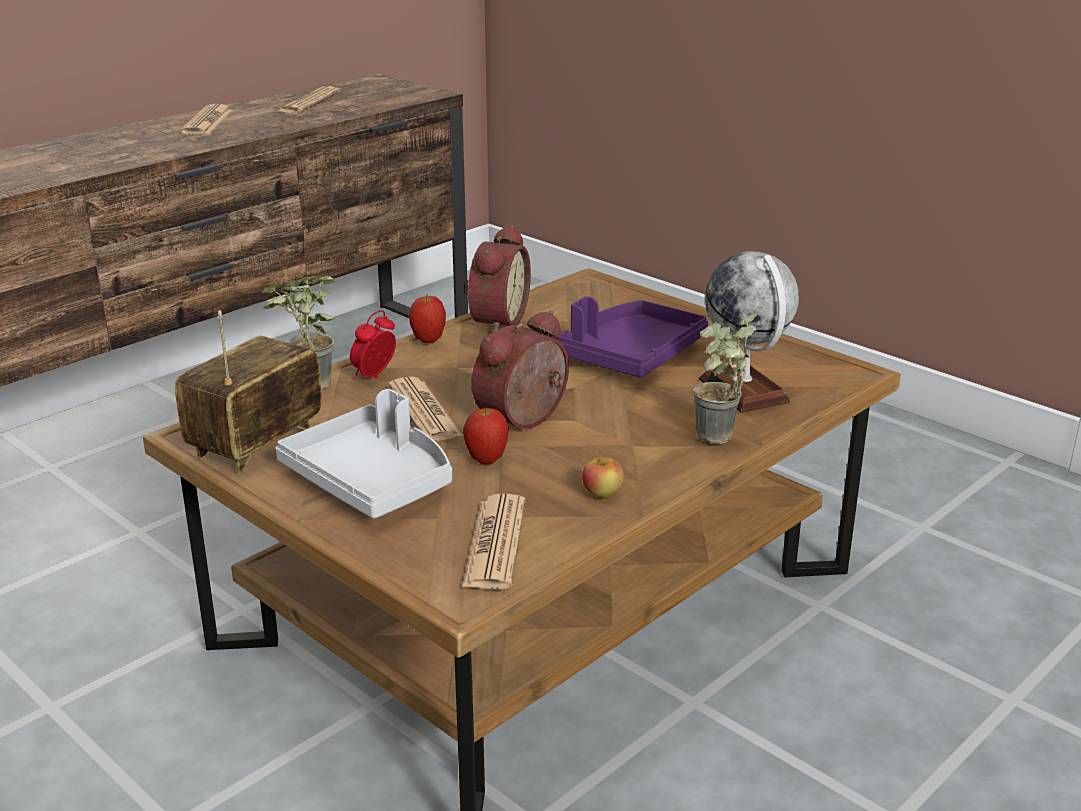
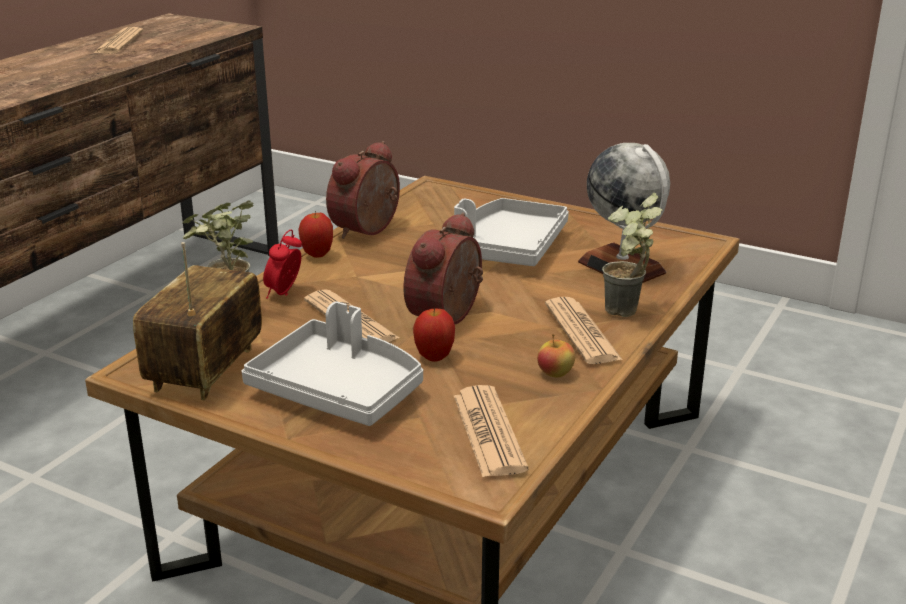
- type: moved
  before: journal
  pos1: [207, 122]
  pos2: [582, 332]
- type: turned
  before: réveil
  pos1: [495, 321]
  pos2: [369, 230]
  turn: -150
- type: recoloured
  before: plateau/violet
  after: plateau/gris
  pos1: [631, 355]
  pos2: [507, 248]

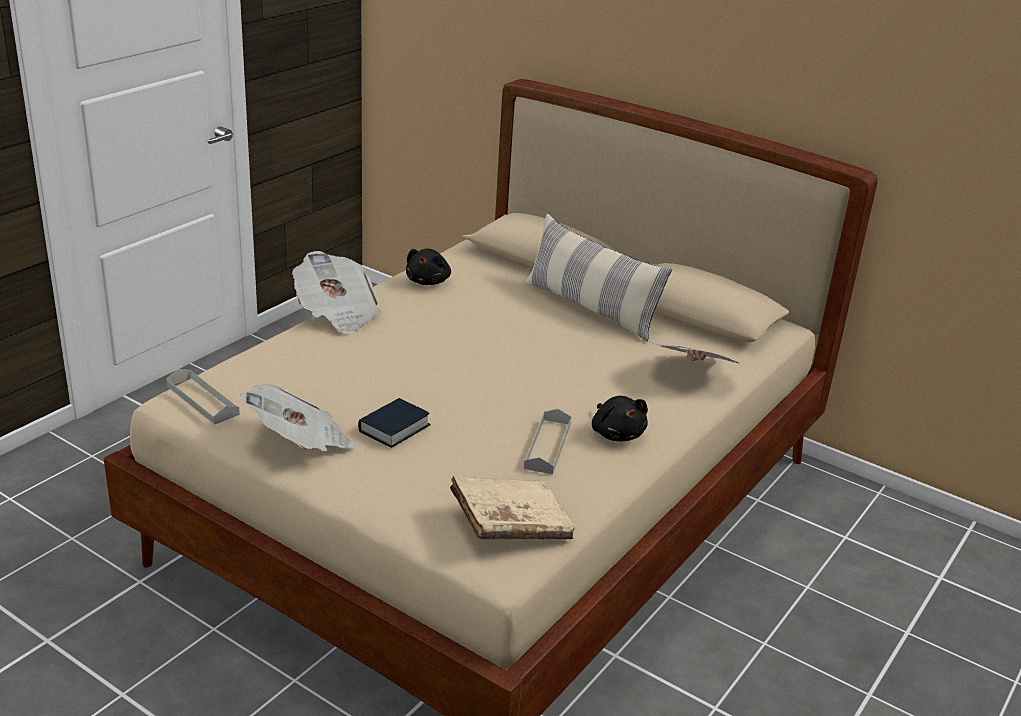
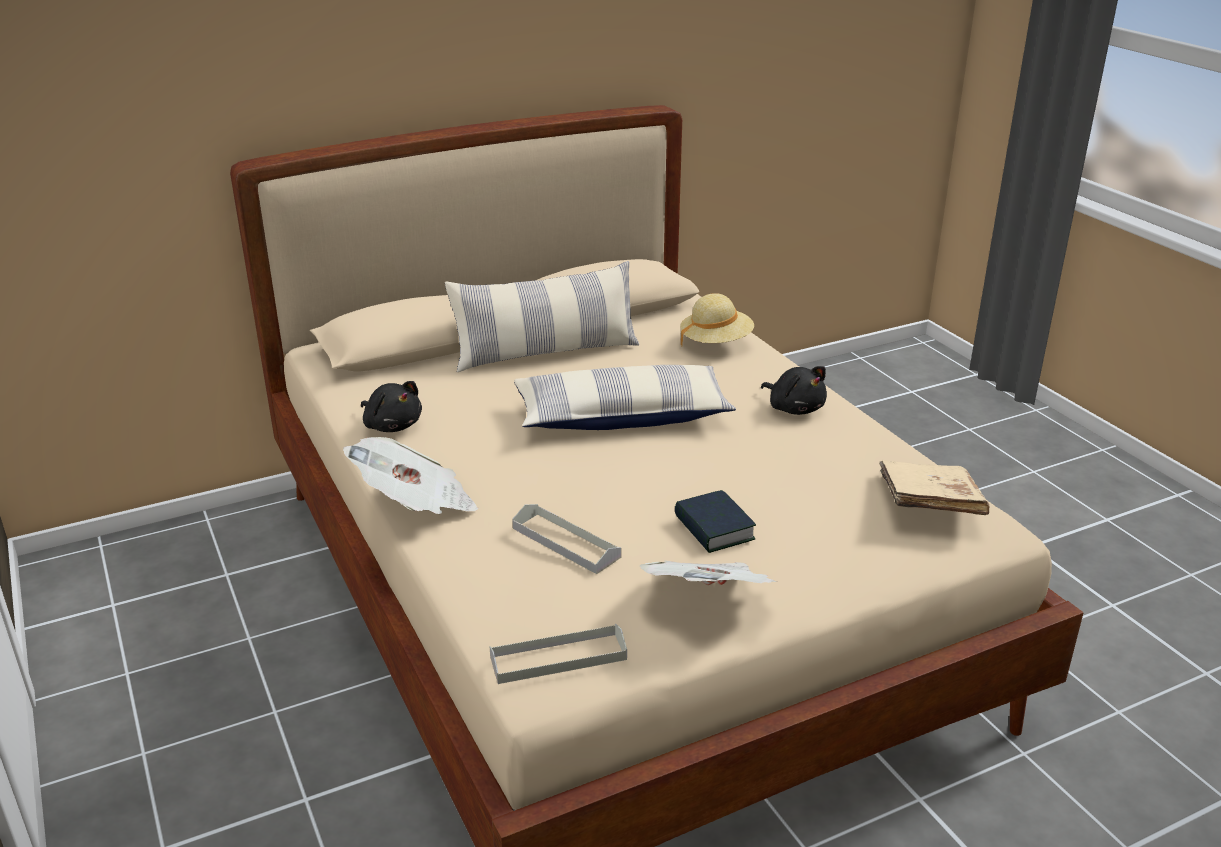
- type: replaced
  before: journal
  after: chapeau/beige
  pos1: [692, 374]
  pos2: [716, 342]
- type: turned
  before: peluche/noir
  pos1: [617, 433]
  pos2: [794, 408]
  turn: 45
- type: moved
  before: plateau/gris
  pos1: [547, 445]
  pos2: [566, 542]
- type: added
  after: coussin
  pos2: [622, 416]

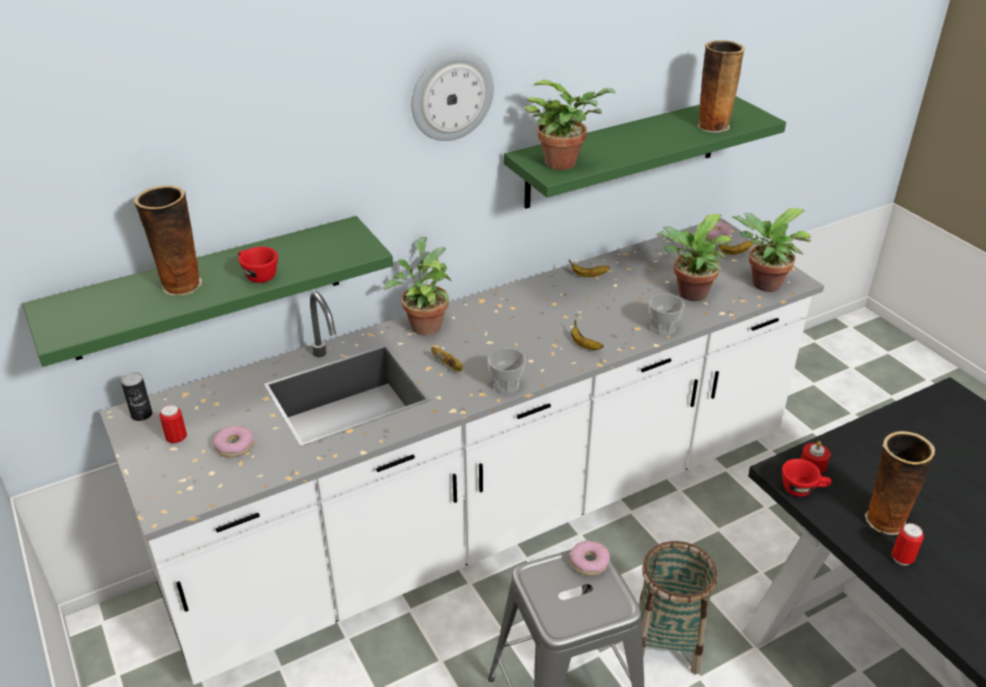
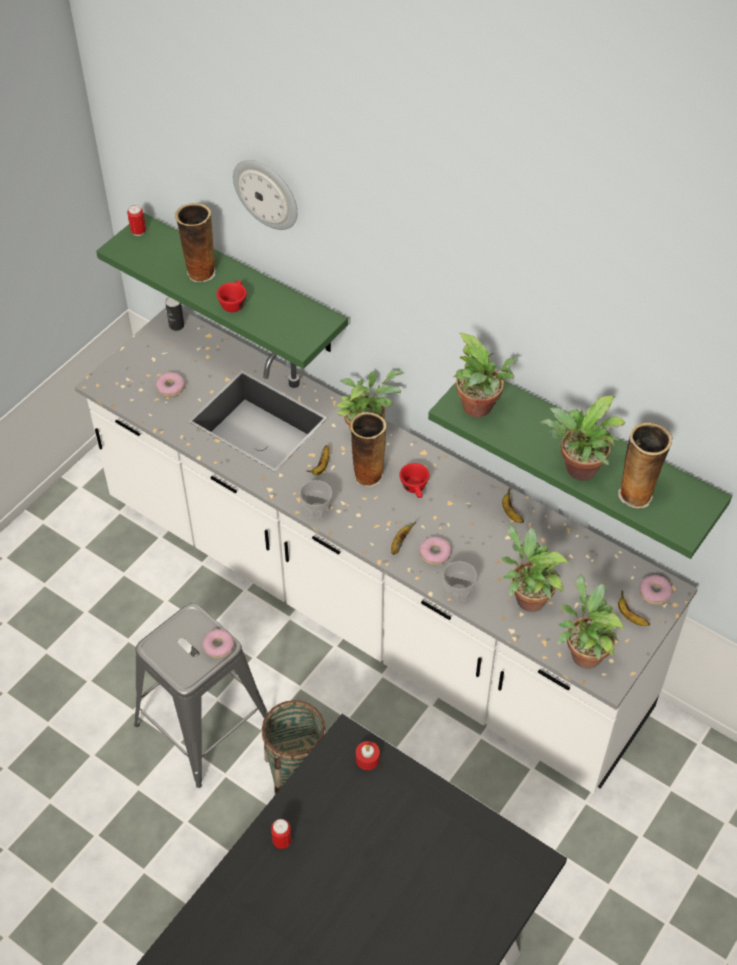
- type: moved
  before: horloge murale
  pos1: [451, 96]
  pos2: [266, 193]
- type: moved
  before: boîte métallique
  pos1: [177, 439]
  pos2: [138, 232]
- type: moved
  before: vase
  pos1: [883, 520]
  pos2: [367, 474]
- type: moved
  before: tasse/rouge
  pos1: [802, 489]
  pos2: [415, 489]
- type: added
  after: plante en pot
  pos2: [577, 471]
- type: added
  after: beignet
  pos2: [435, 554]

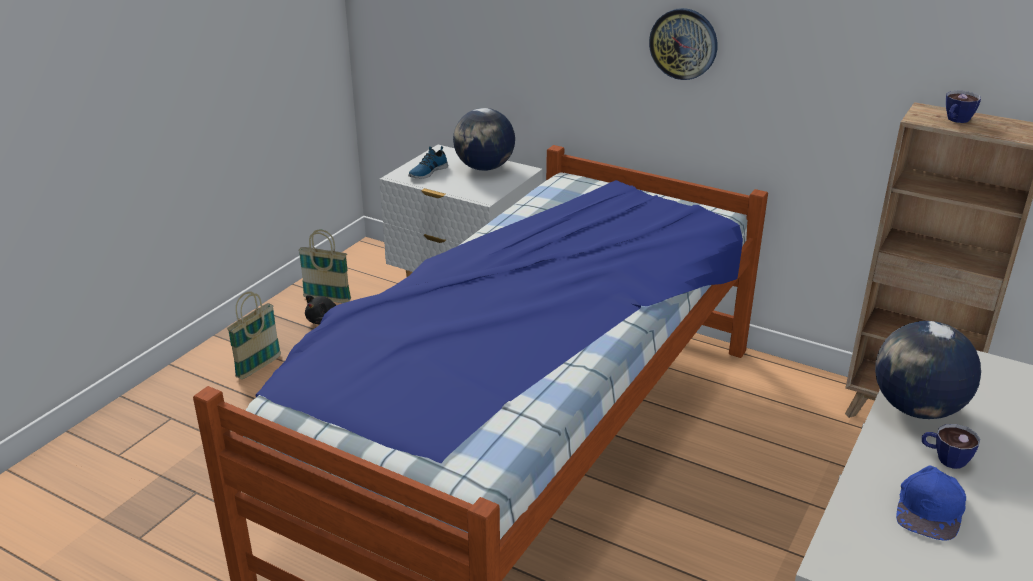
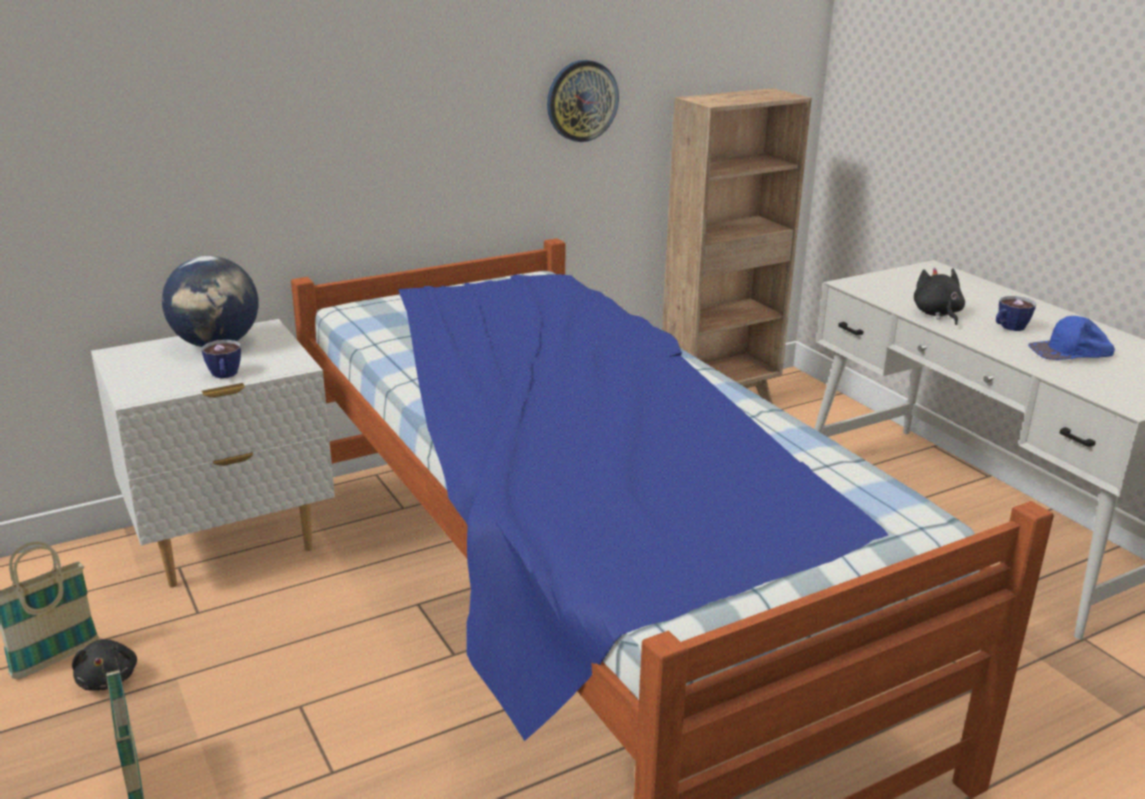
- type: moved
  before: horloge murale
  pos1: [683, 43]
  pos2: [581, 100]
- type: moved
  before: tasse
  pos1: [956, 120]
  pos2: [224, 376]
- type: removed
  before: chaussure
  pos1: [427, 172]
- type: replaced
  before: globe
  after: peluche/noir
  pos1: [916, 408]
  pos2: [937, 314]
- type: turned
  before: casquette/bleu
  pos1: [931, 508]
  pos2: [1070, 352]
  turn: 120

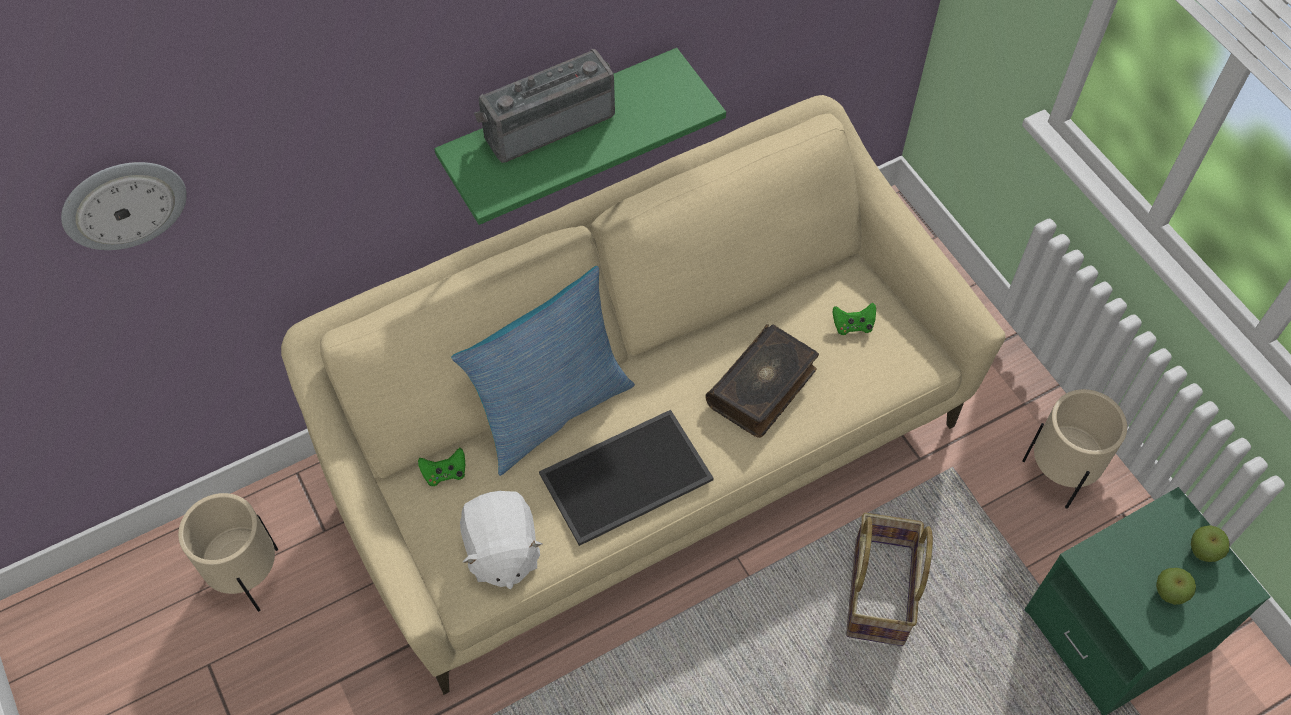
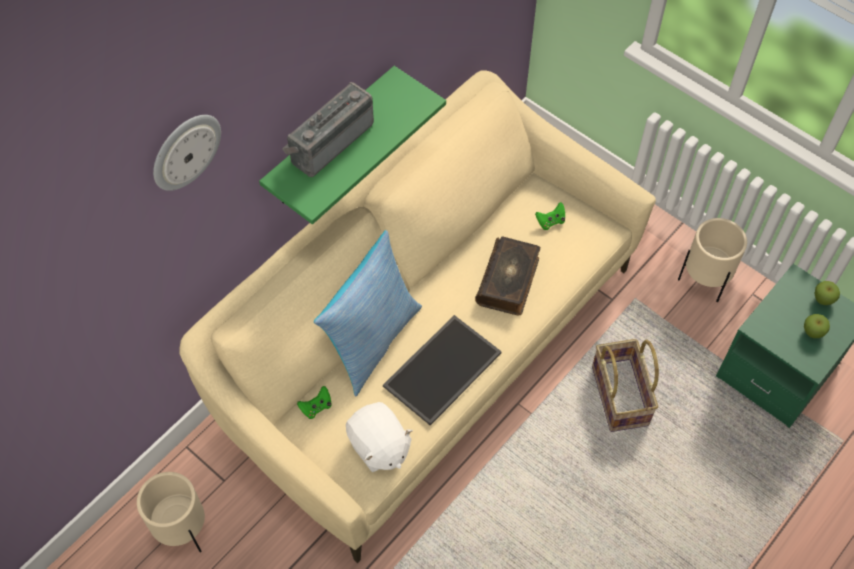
- type: moved
  before: horloge murale
  pos1: [123, 203]
  pos2: [185, 151]

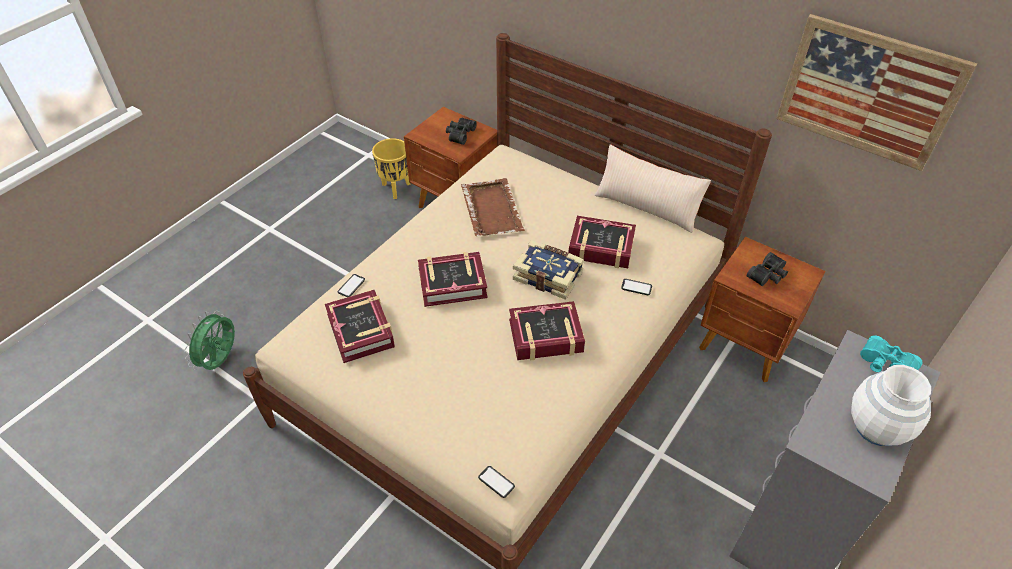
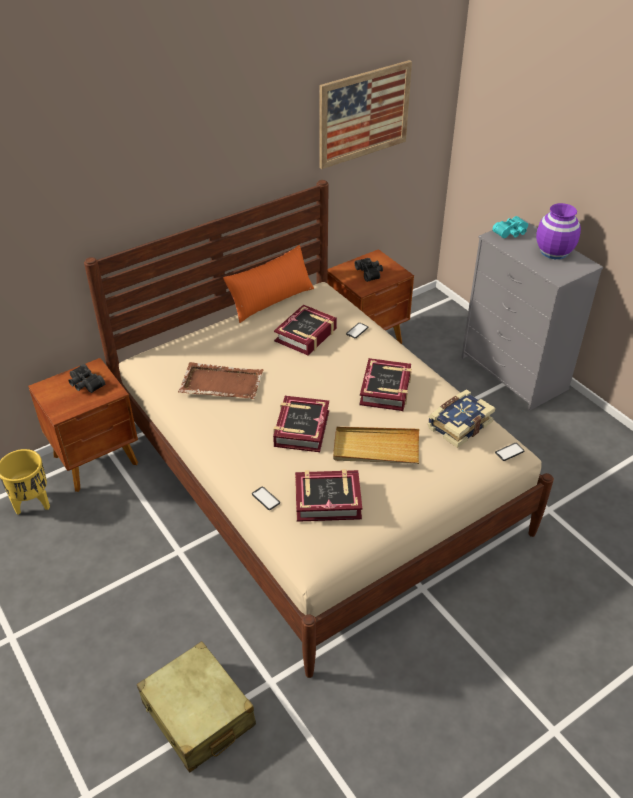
- type: recoloured
  before: coussin/beige
  after: coussin/orange
  pos1: [647, 206]
  pos2: [270, 300]
- type: moved
  before: livre
  pos1: [548, 276]
  pos2: [458, 424]
- type: replaced
  before: ventilateur/vert
  after: valise/beige
  pos1: [221, 360]
  pos2: [198, 714]
- type: recoloured
  before: vase/blanc
  after: vase/violet
  pos1: [877, 427]
  pos2: [554, 252]
- type: added
  after: plateau/beige
  pos2: [376, 448]

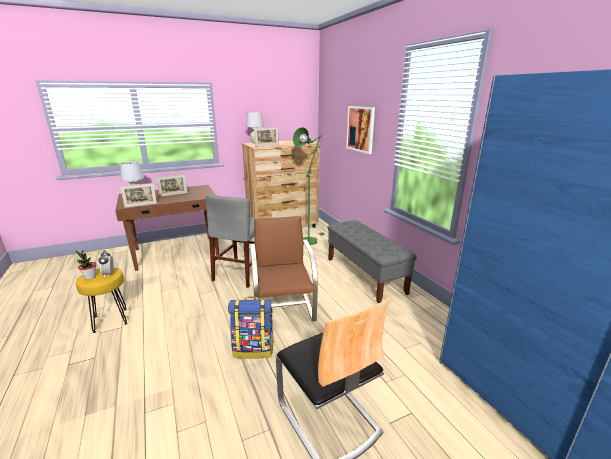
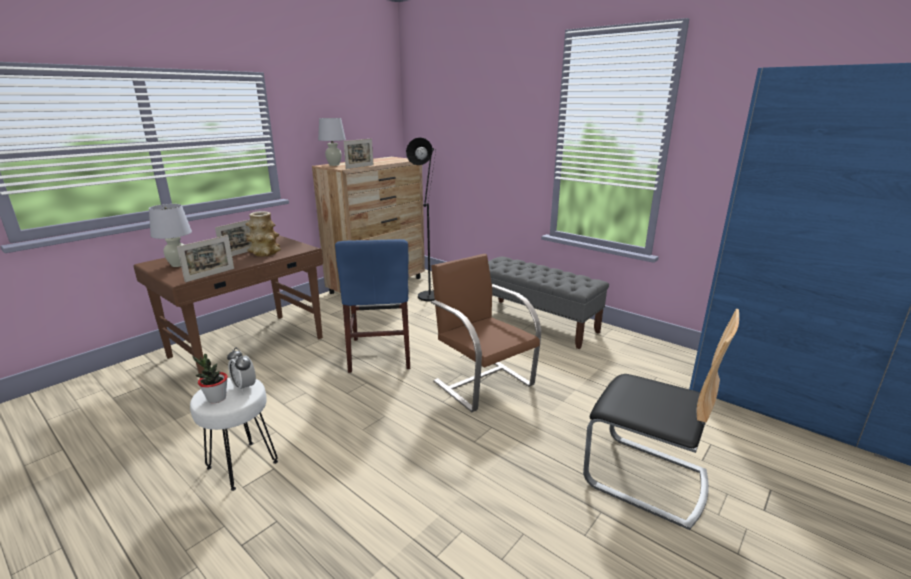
- type: removed
  before: tableau
  pos1: [360, 129]
- type: recoloured
  before: lampadaire/vert
  after: lampadaire/noir
  pos1: [310, 240]
  pos2: [430, 294]
- type: recoloured
  before: chaise/gris
  after: chaise/bleu
  pos1: [241, 273]
  pos2: [380, 353]
- type: recoloured
  before: tabouret/jaune
  after: tabouret/blanc
  pos1: [111, 320]
  pos2: [243, 464]
- type: removed
  before: sac à dos
  pos1: [254, 349]
- type: added
  after: vase
  pos2: [265, 253]

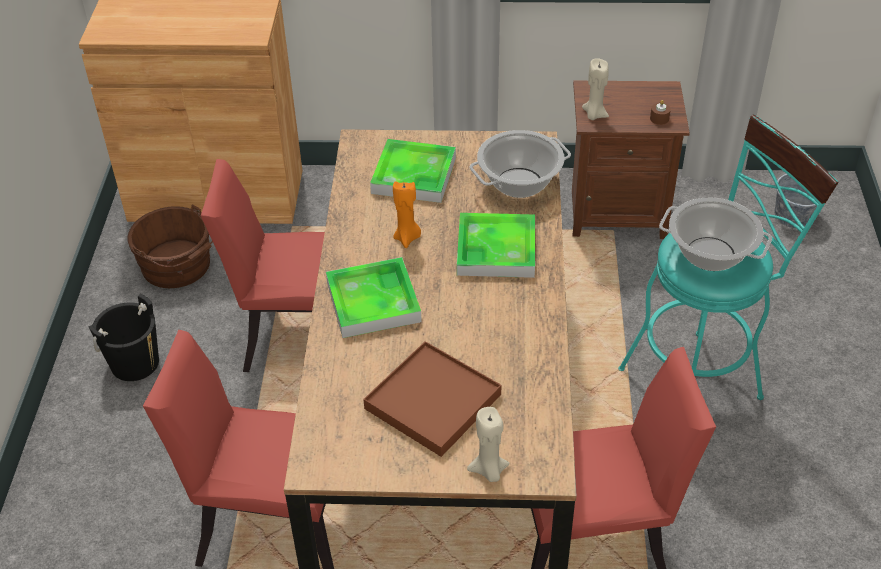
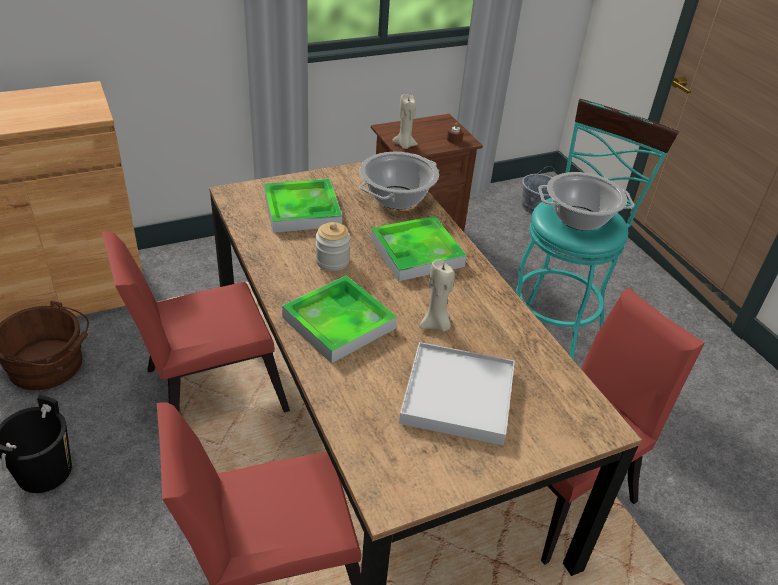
- type: replaced
  before: bougie/orange
  after: bocal
  pos1: [407, 238]
  pos2: [332, 261]
- type: recoloured
  before: plateau/marron
  after: plateau/blanc
  pos1: [433, 402]
  pos2: [458, 396]
- type: moved
  before: bougie/beige
  pos1: [489, 471]
  pos2: [436, 325]

